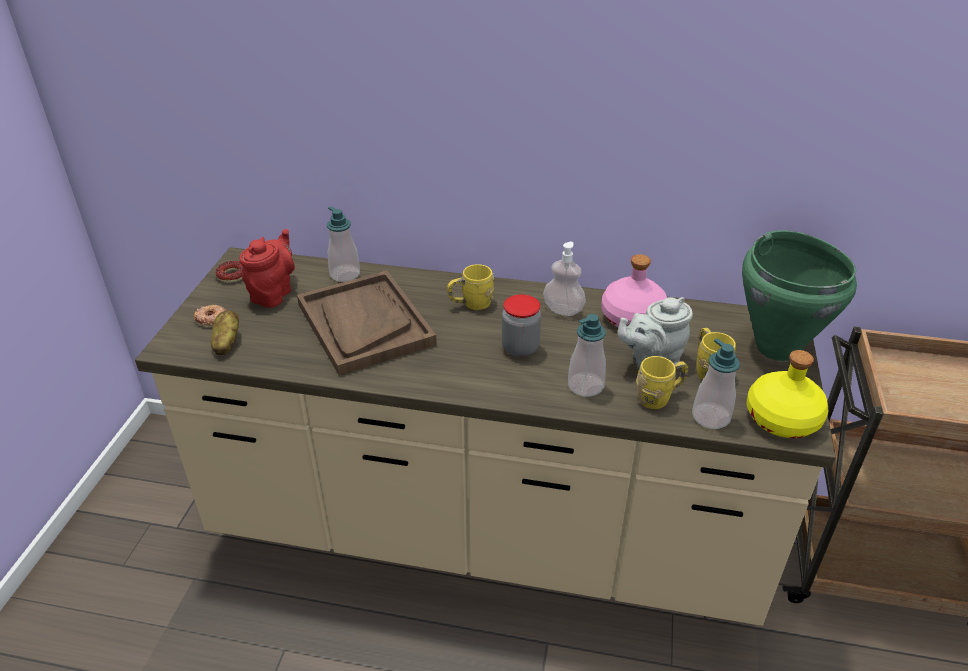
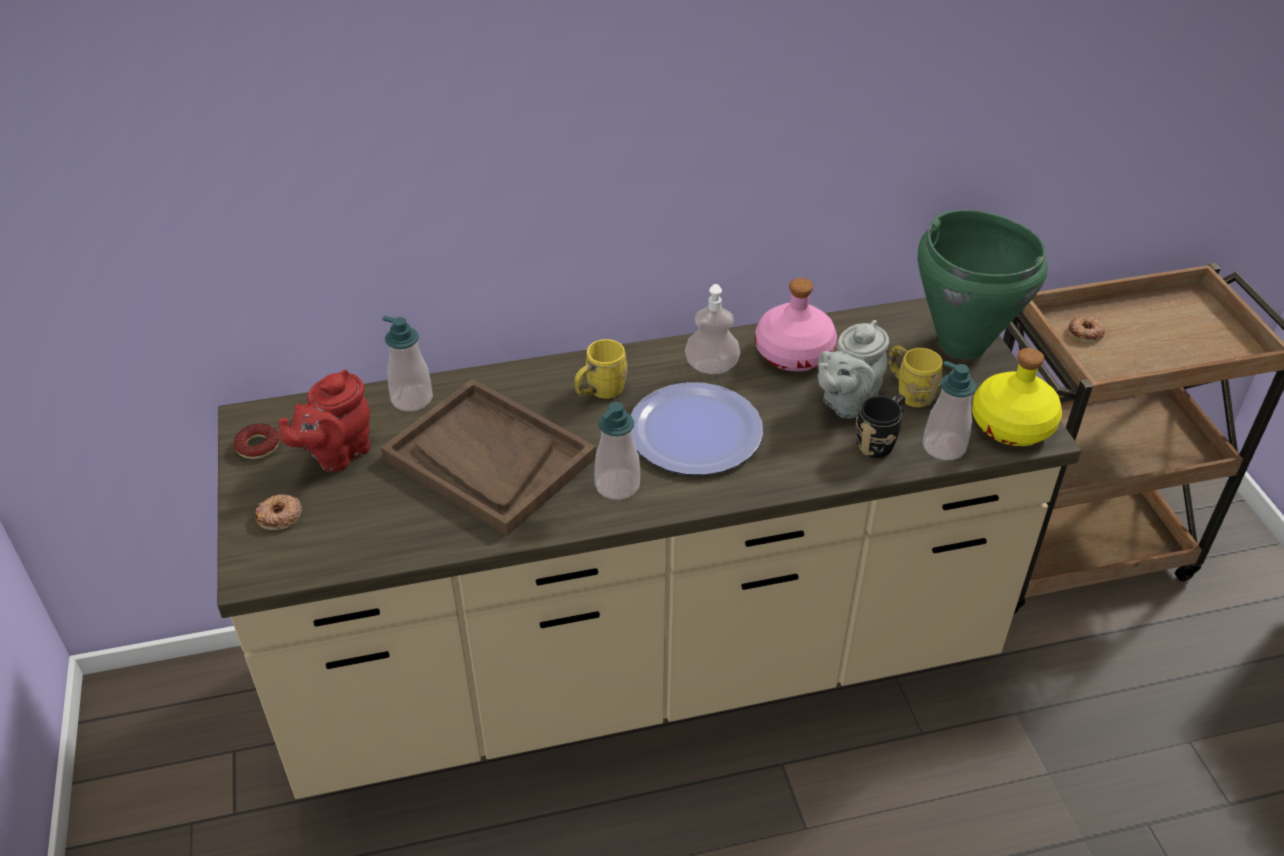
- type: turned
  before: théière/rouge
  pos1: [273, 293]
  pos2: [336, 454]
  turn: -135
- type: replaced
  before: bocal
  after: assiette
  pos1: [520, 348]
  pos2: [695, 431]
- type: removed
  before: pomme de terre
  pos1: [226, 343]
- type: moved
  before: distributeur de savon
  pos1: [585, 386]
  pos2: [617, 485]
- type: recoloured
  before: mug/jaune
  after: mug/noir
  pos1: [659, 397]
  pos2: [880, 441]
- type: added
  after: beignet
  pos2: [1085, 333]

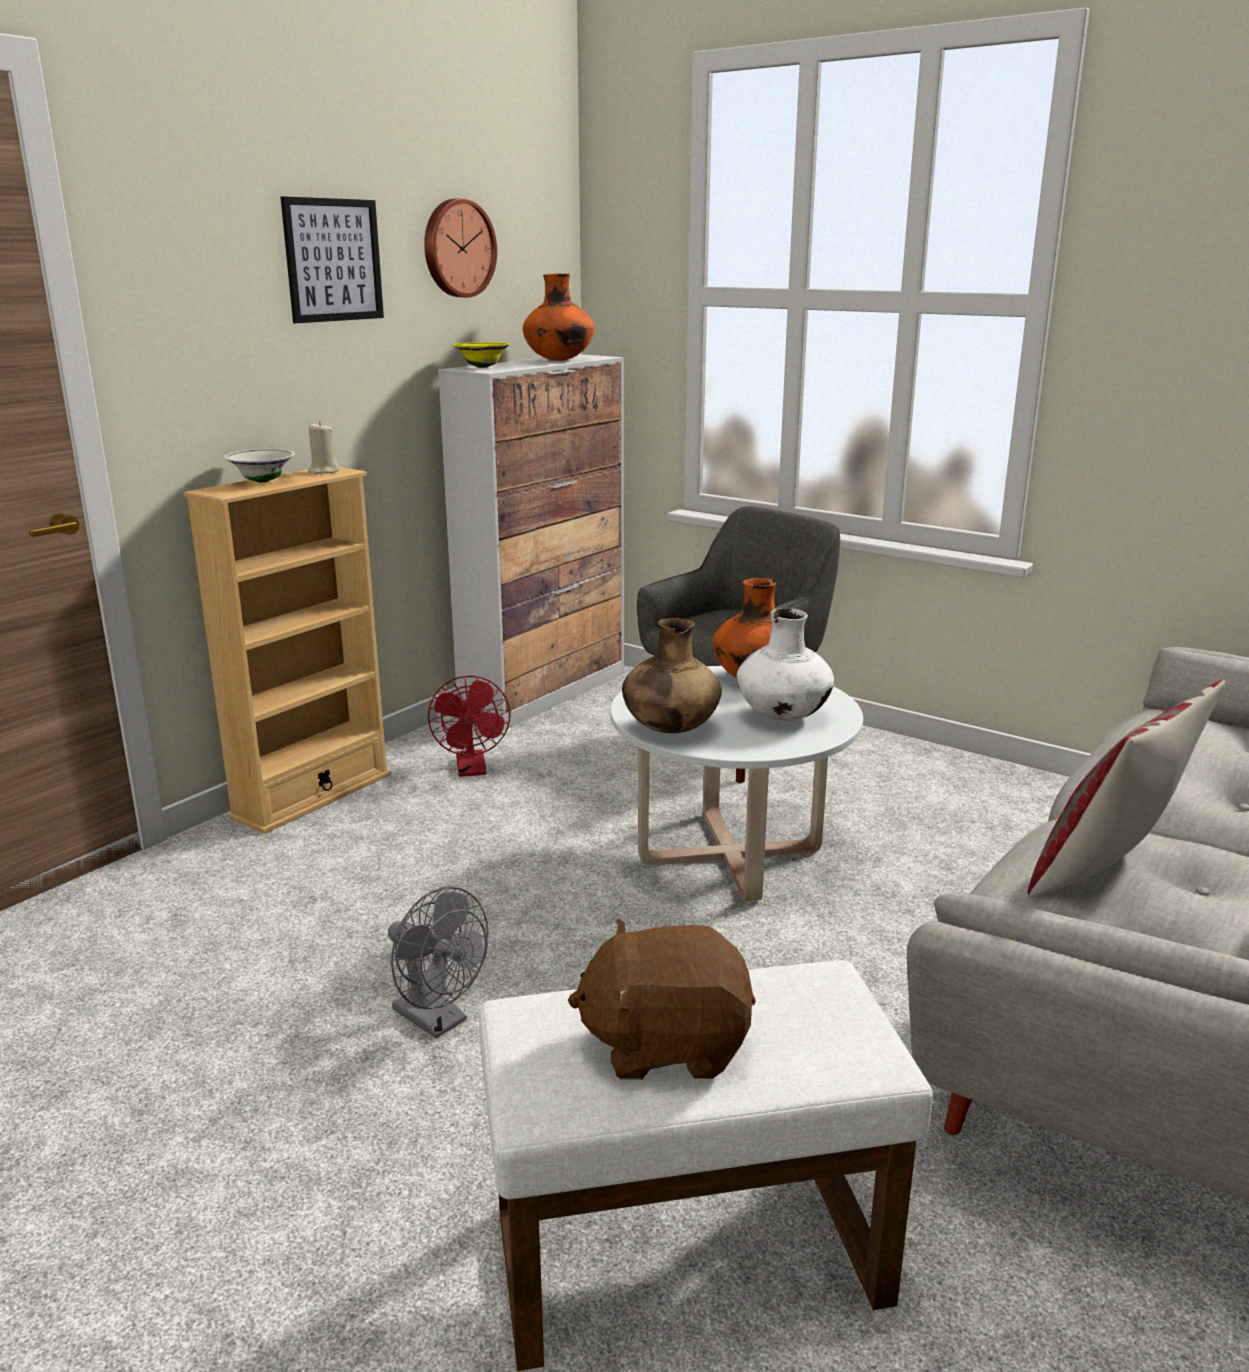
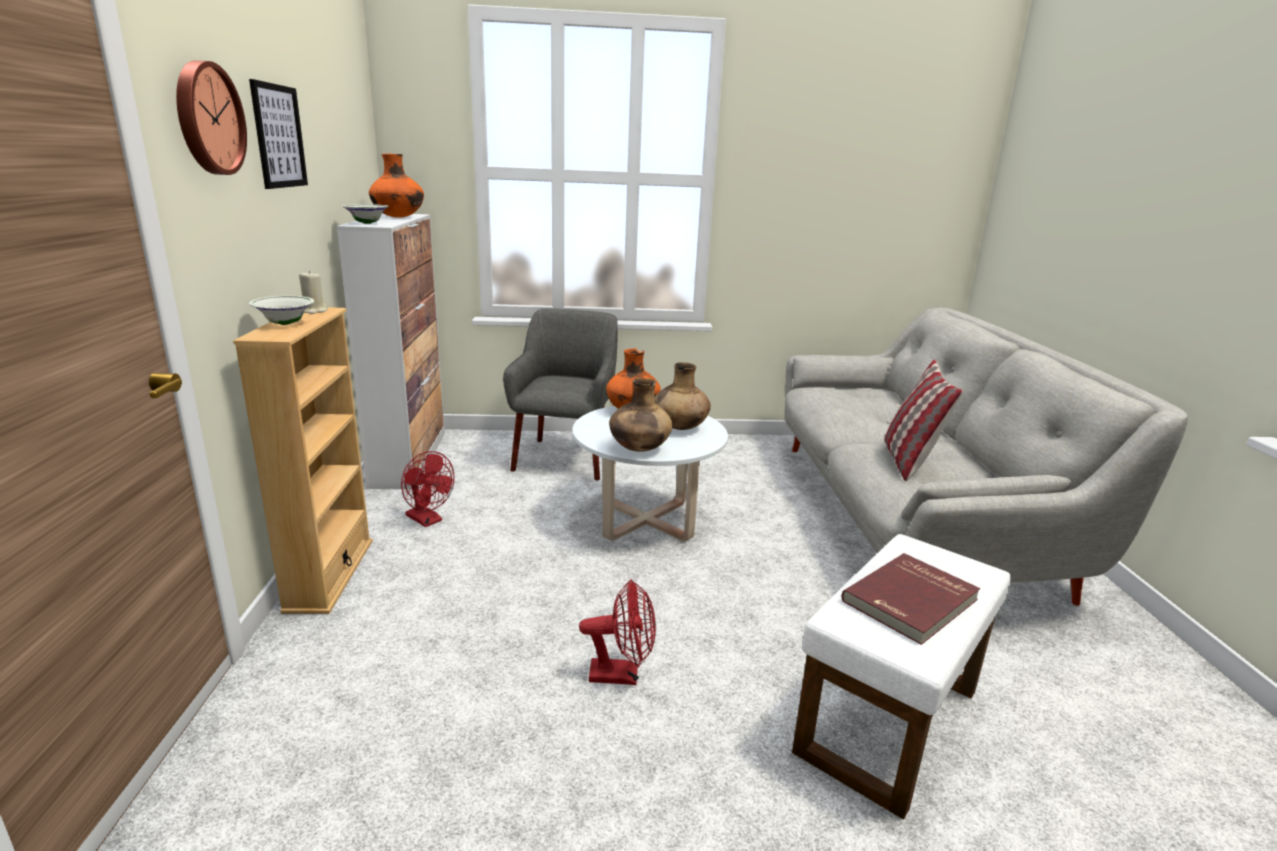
- type: moved
  before: horloge murale
  pos1: [457, 248]
  pos2: [207, 119]
- type: recoloured
  before: bol/jaune
  after: bol/blanc
  pos1: [482, 367]
  pos2: [367, 223]
- type: recoloured
  before: vase/blanc
  after: vase/marron
  pos1: [782, 716]
  pos2: [679, 427]
- type: recoloured
  before: ventilateur/gris
  after: ventilateur/rouge
  pos1: [438, 1020]
  pos2: [622, 675]
- type: replaced
  before: peluche/marron
  after: livre/rouge
  pos1: [666, 1044]
  pos2: [912, 601]

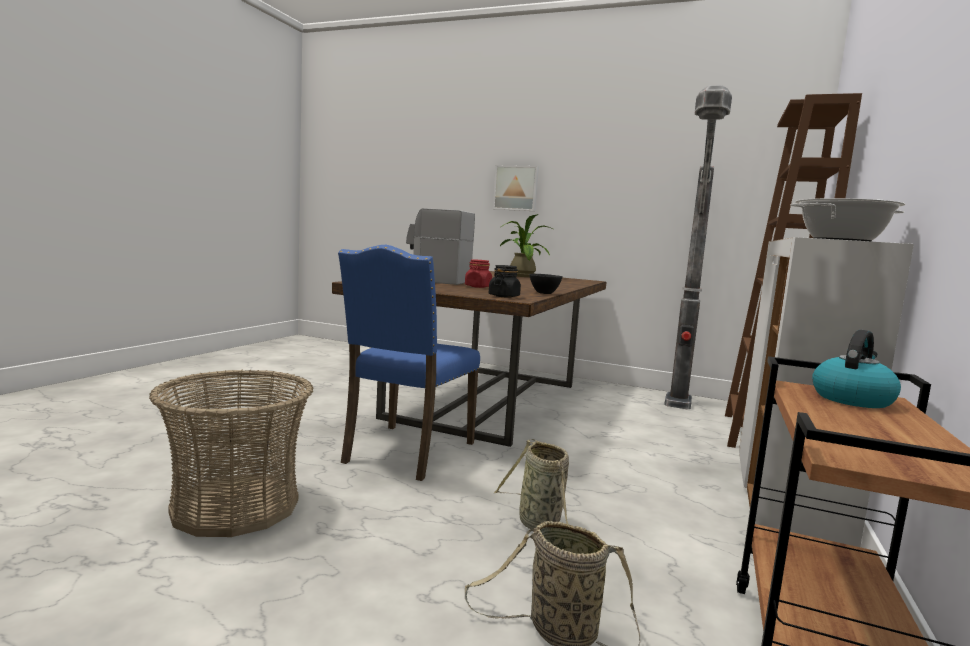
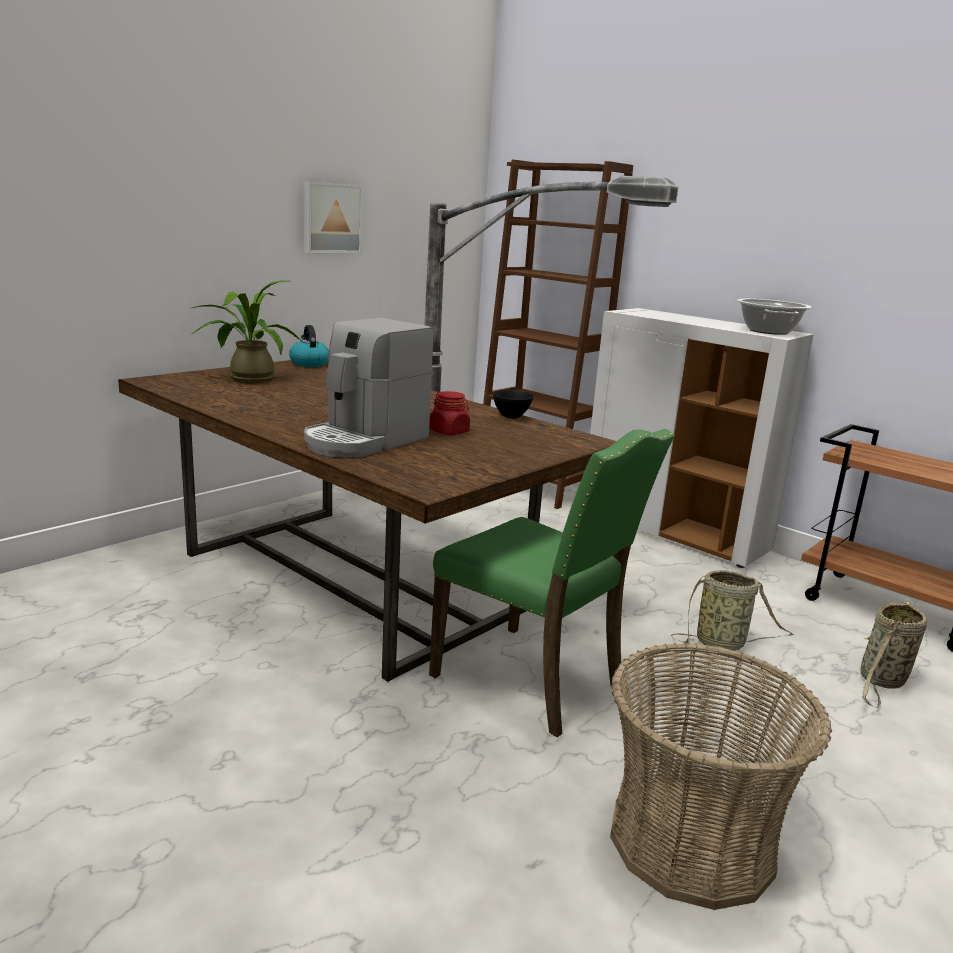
- type: moved
  before: tableau
  pos1: [516, 188]
  pos2: [330, 218]
- type: recoloured
  before: chaise/bleu
  after: chaise/vert
  pos1: [406, 452]
  pos2: [532, 680]
- type: removed
  before: bocal/noir
  pos1: [504, 296]
- type: moved
  before: bouilloire
  pos1: [852, 399]
  pos2: [309, 363]

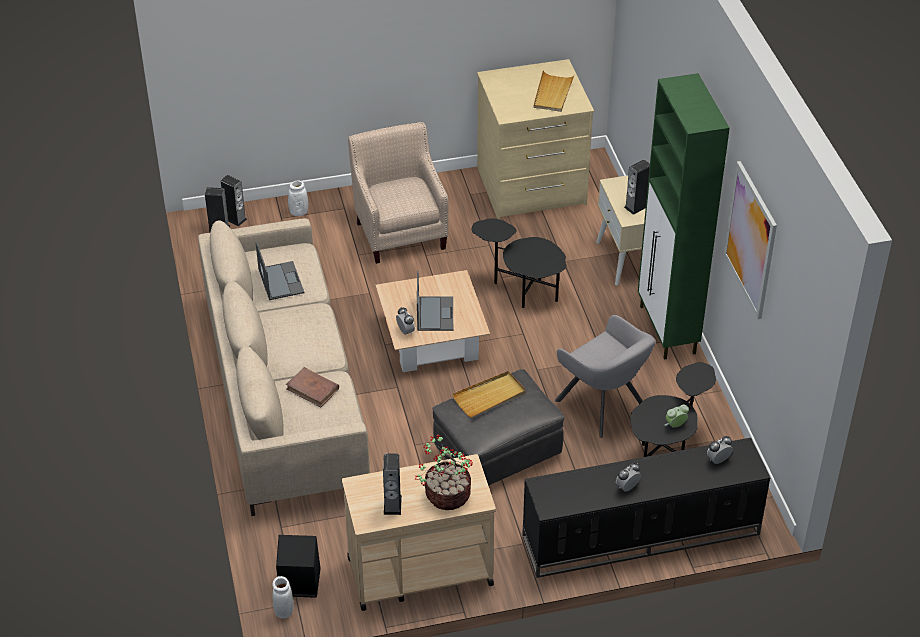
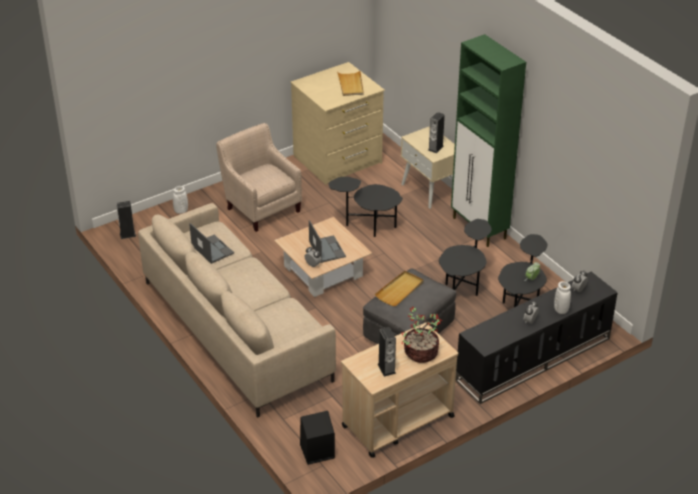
- type: removed
  before: tableau
  pos1: [751, 240]
- type: removed
  before: enceinte
  pos1: [235, 219]
- type: replaced
  before: fauteuil/gris
  after: table d'appoint/noir
  pos1: [604, 406]
  pos2: [464, 285]
- type: removed
  before: livre/marron
  pos1: [313, 389]
- type: moved
  before: vase/blanc
  pos1: [284, 611]
  pos2: [561, 310]

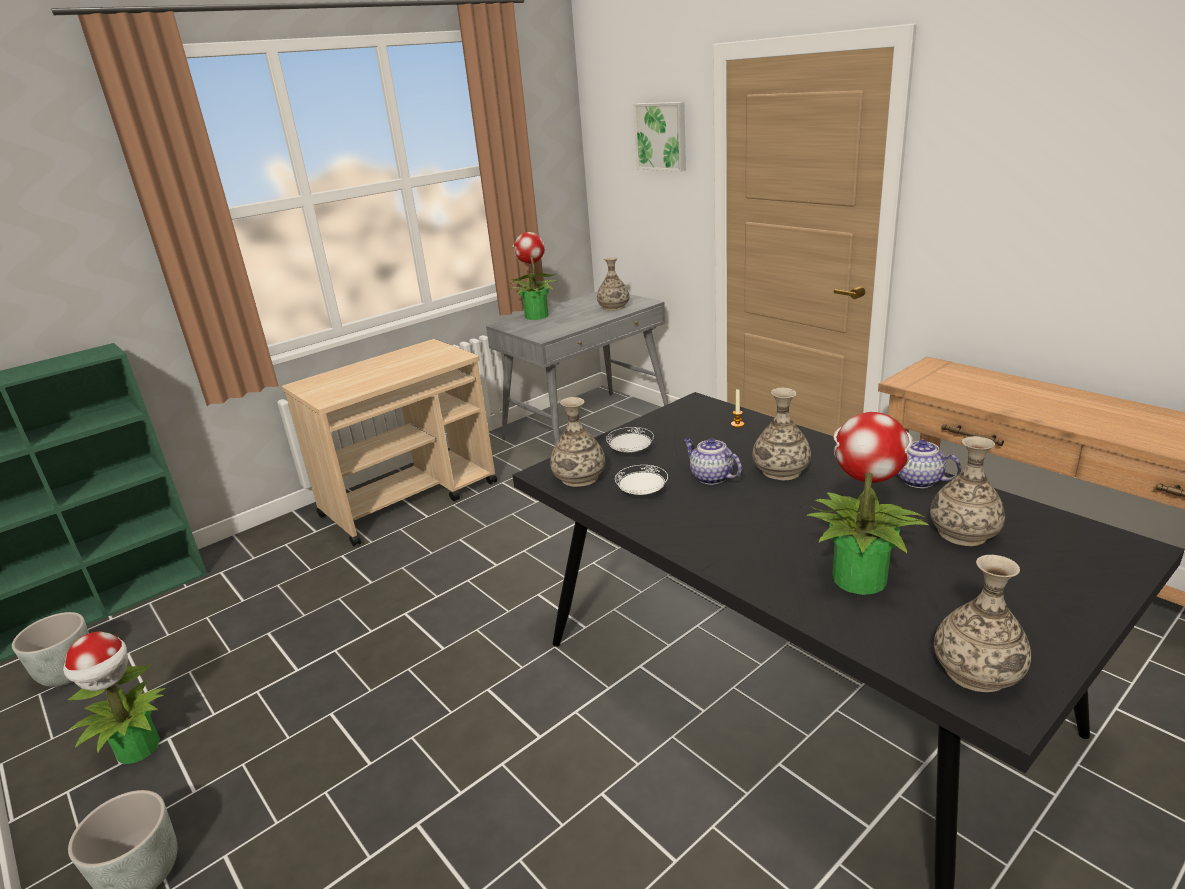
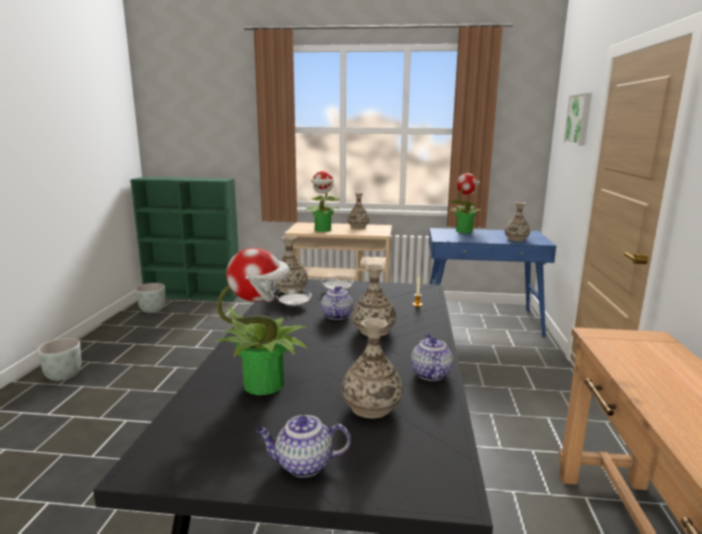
- type: recoloured
  before: bureau/gris
  after: bureau/bleu
  pos1: [587, 427]
  pos2: [481, 320]
- type: moved
  before: vase
  pos1: [977, 671]
  pos2: [358, 226]
- type: moved
  before: plante en pot
  pos1: [139, 748]
  pos2: [323, 230]
- type: added
  after: théière
  pos2: [303, 465]

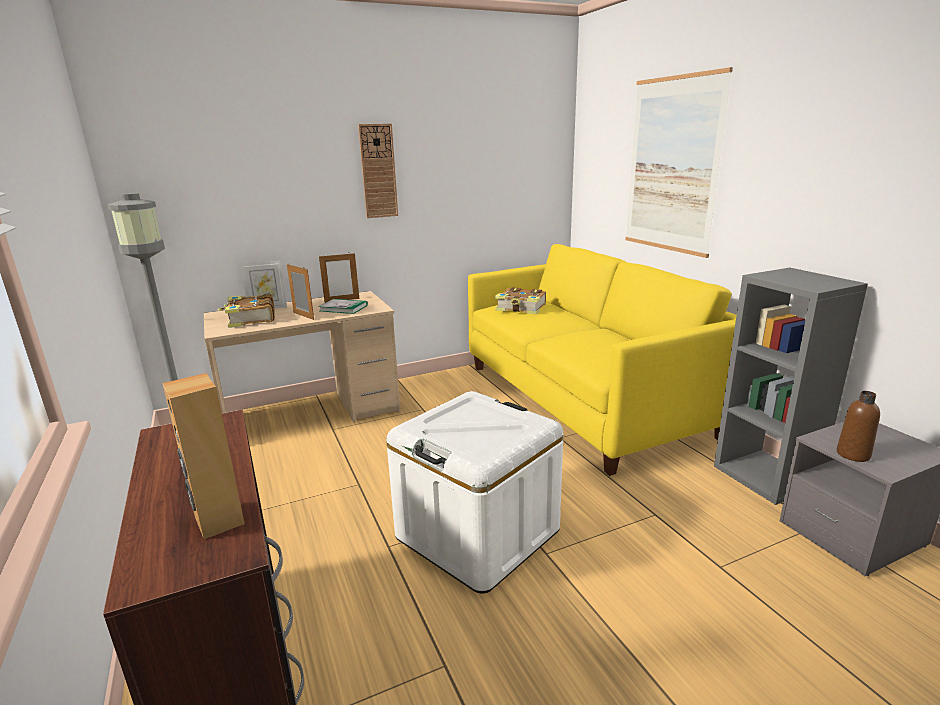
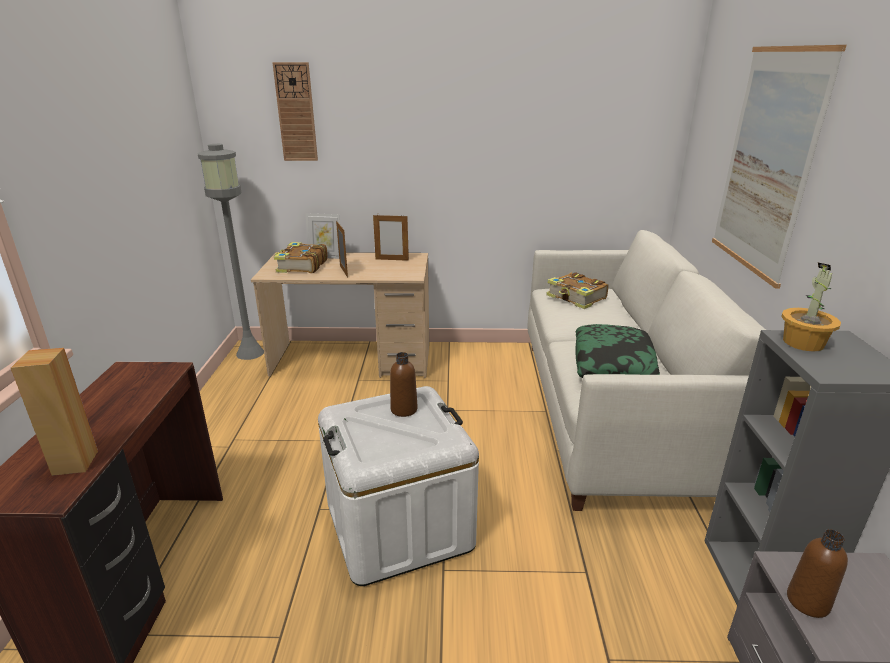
- type: moved
  before: horloge murale
  pos1: [378, 171]
  pos2: [296, 112]
- type: recoloured
  before: canapé/jaune
  after: canapé/blanc
  pos1: [582, 398]
  pos2: [616, 412]
- type: removed
  before: livre
  pos1: [343, 308]
- type: added
  after: plante en pot
  pos2: [803, 343]
- type: added
  after: coussin
  pos2: [613, 365]
- type: added
  after: bouteille/marron
  pos2: [404, 409]

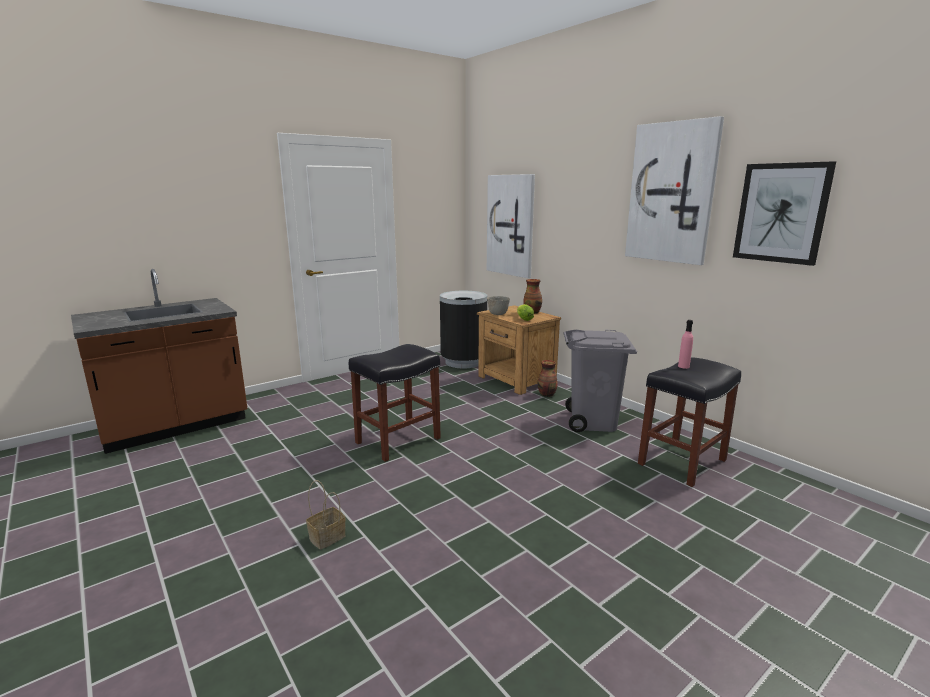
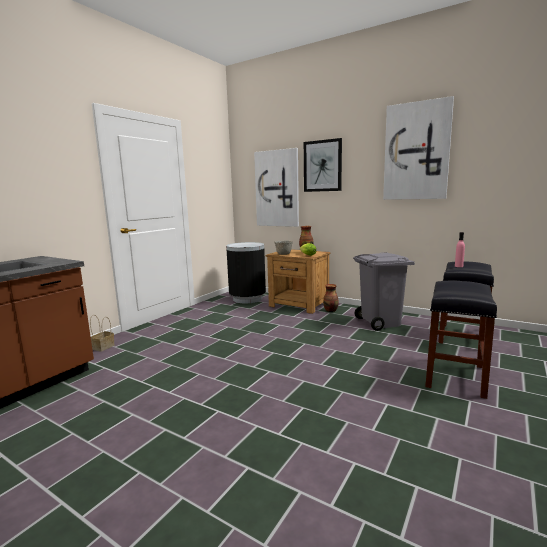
- type: moved
  before: tableau
  pos1: [781, 213]
  pos2: [322, 166]
- type: moved
  before: tabouret/noir
  pos1: [398, 440]
  pos2: [454, 375]
- type: moved
  before: panier
  pos1: [328, 536]
  pos2: [103, 347]

